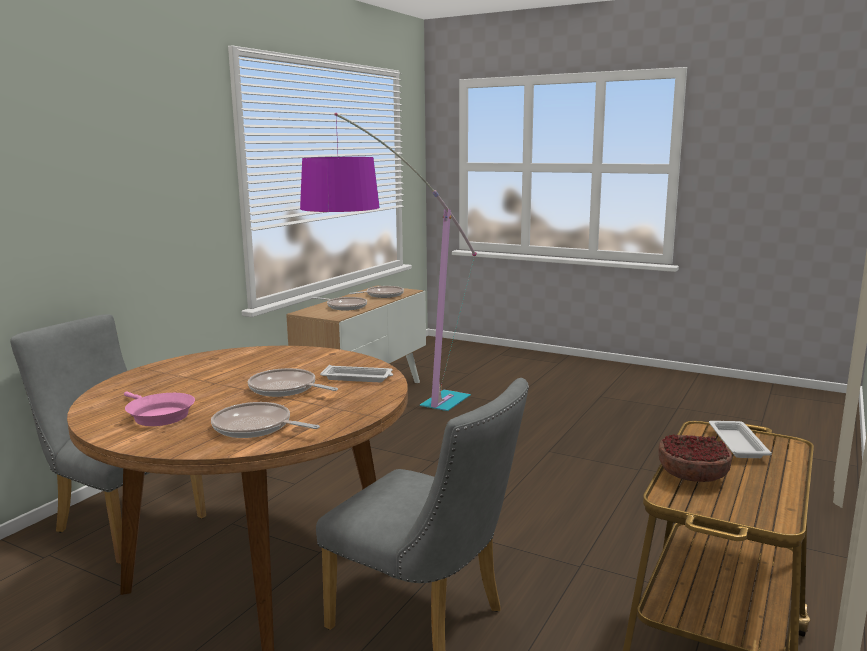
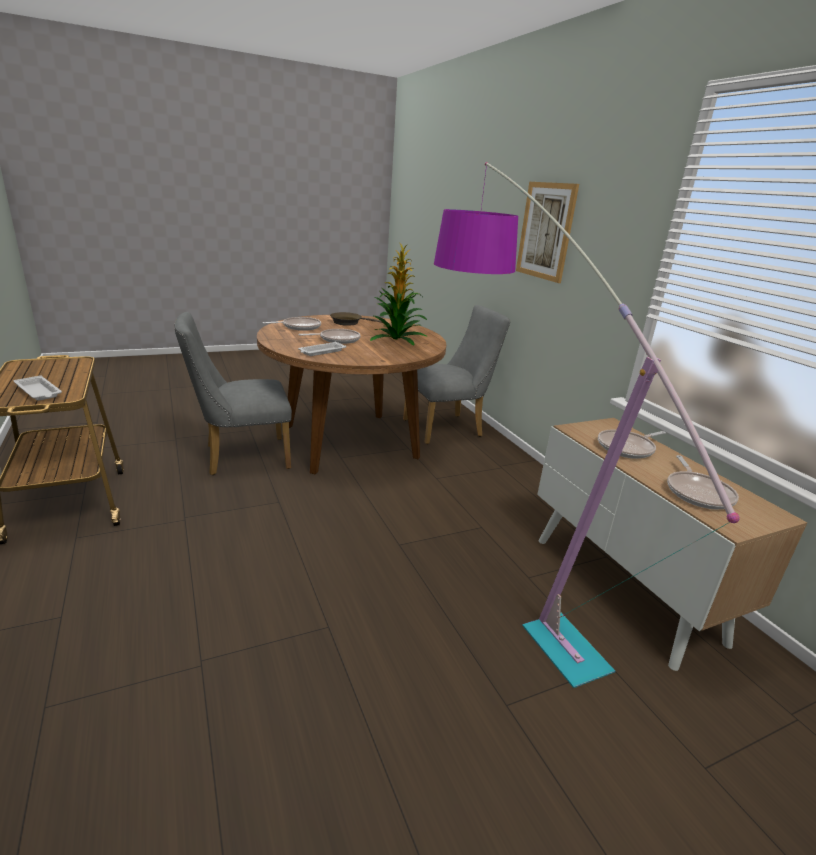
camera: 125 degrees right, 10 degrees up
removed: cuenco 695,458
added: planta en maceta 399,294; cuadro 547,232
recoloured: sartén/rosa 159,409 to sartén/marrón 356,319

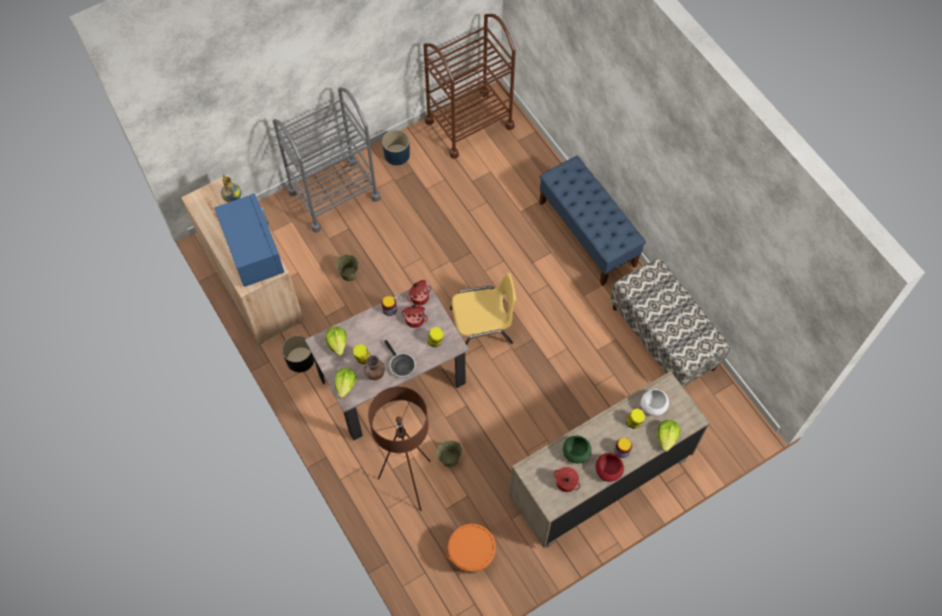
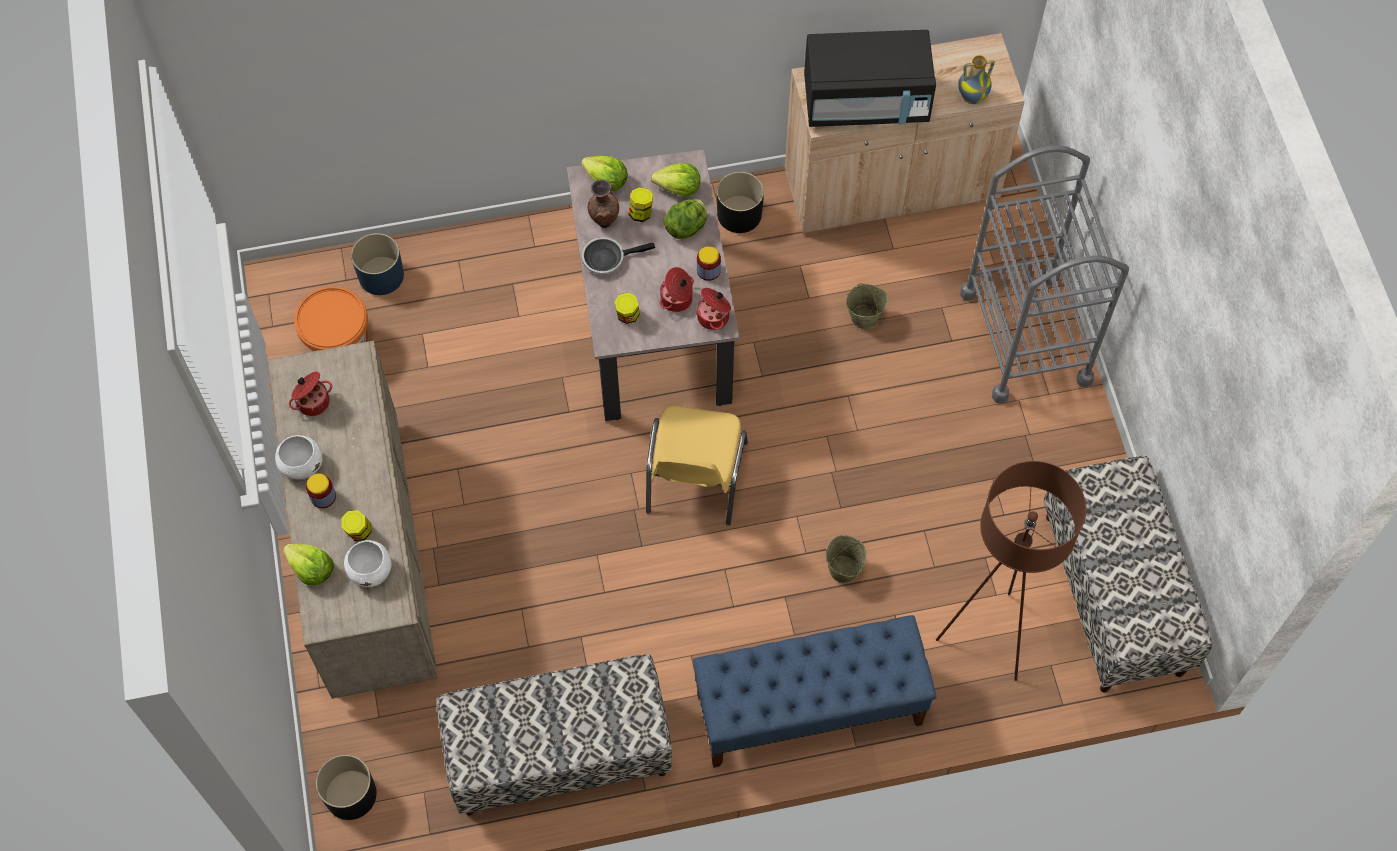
camera: 110 degrees right, 0 degrees up
removed: cuenco/verde 577,450
added: maceta/negro 346,787; lechuga 685,219
moved: maceta/azul 396,147 to 377,264; cubo/beis 449,453 to 846,559; lámpara de pie/marrón 399,448 to 1011,571
replaced: carrito/marrón 470,86 to banco 1127,574
recoloured: cuenco/rojo 610,467 to cuenco/blanco 299,457; microondas/azul 249,240 to microondas/negro 870,78

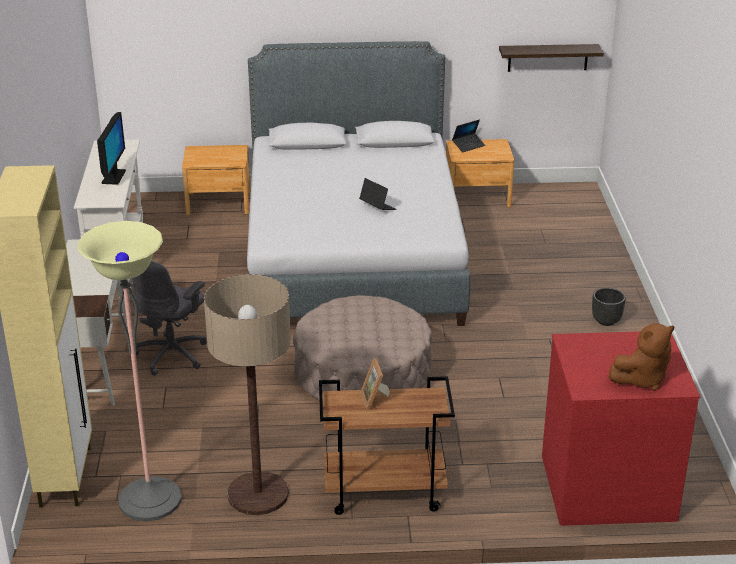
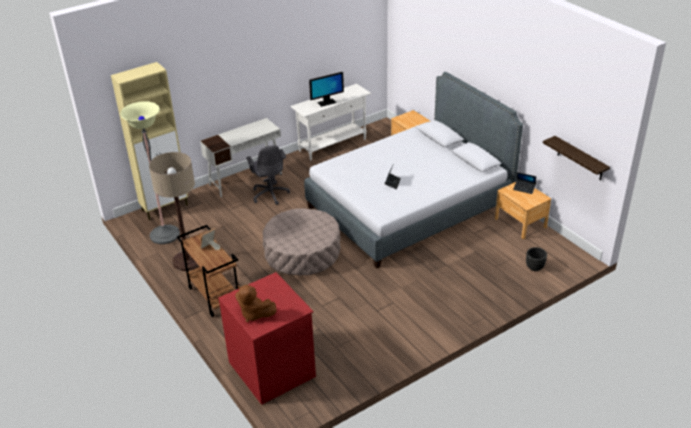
camera: 60 degrees right, 5 degrees up
moved: maceta/negro 609,307 to 536,259
turned: silla de oficina/gris 168,318 = 268,175 105 degrees counterclockwise

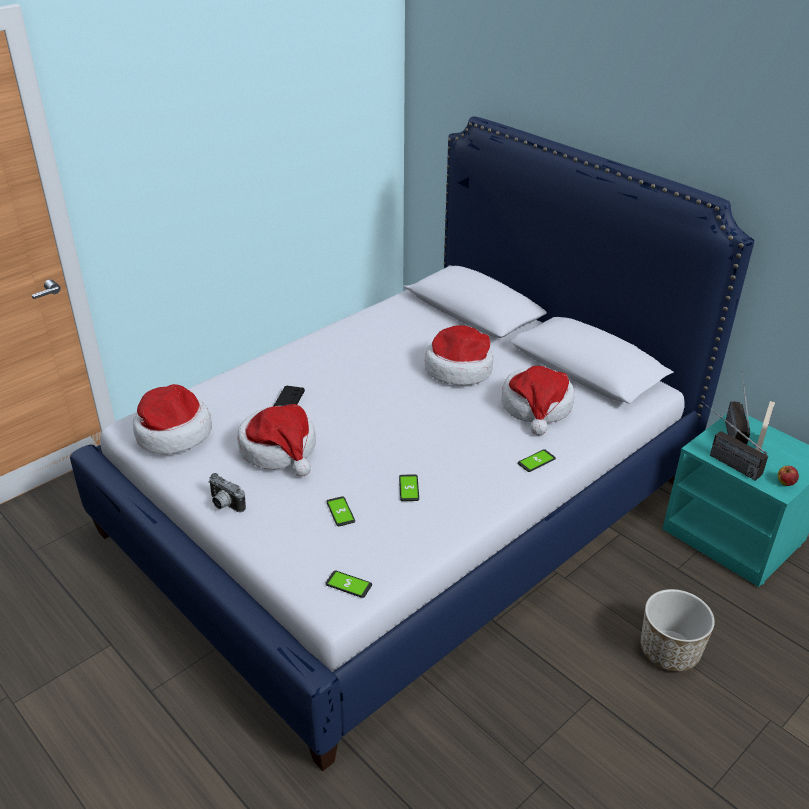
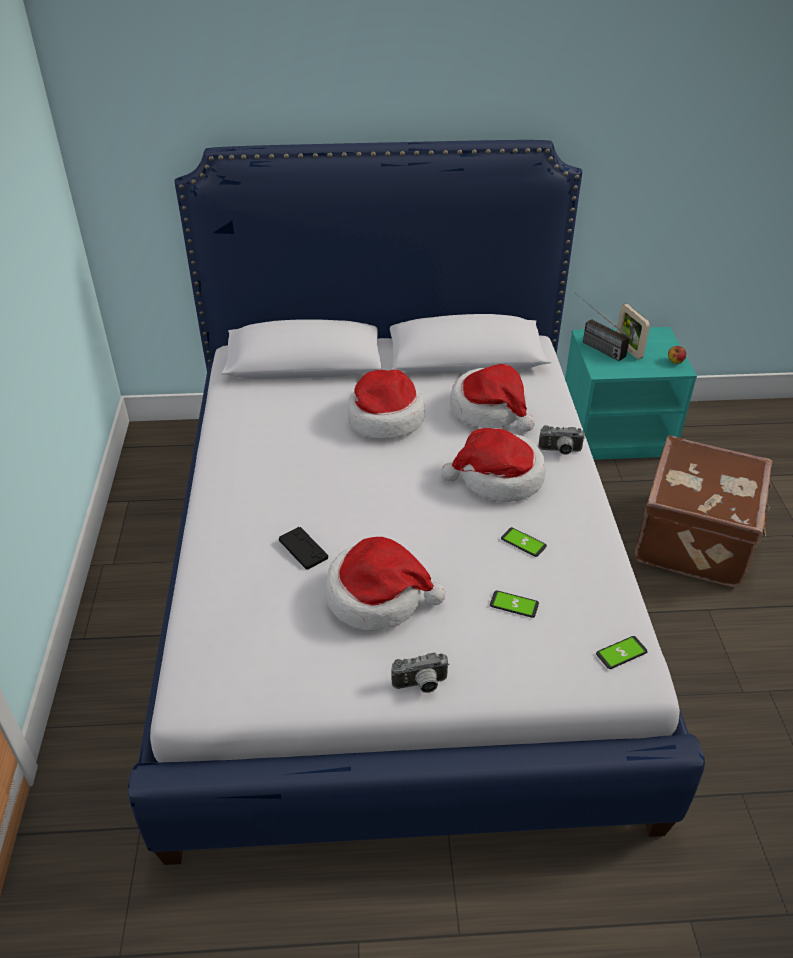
camera: 50 degrees left, 5 degrees up
removed: radio 734,441
moved: sombrero 172,419 to 493,465
replaced: móvil 537,460 to cámara 561,440; maceta 677,630 to maleta/marrón 704,511

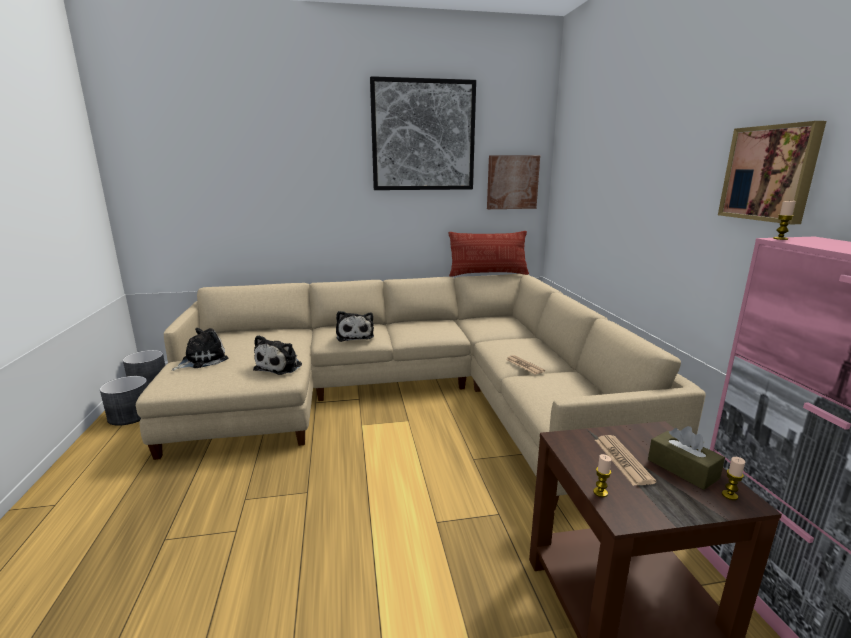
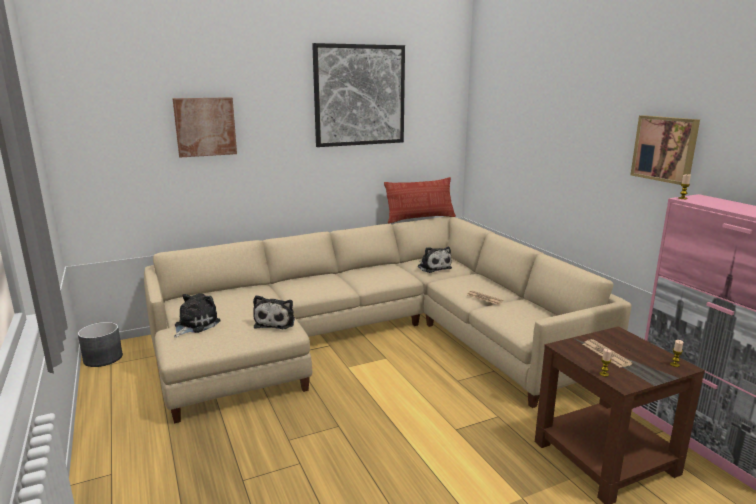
camera: 15 degrees left, 0 degrees up
removed: maceta/gris 124,401; caja de pañuelos/marrón 686,458
moved: cuadro 513,182 to 204,127; peluche 355,326 to 435,259

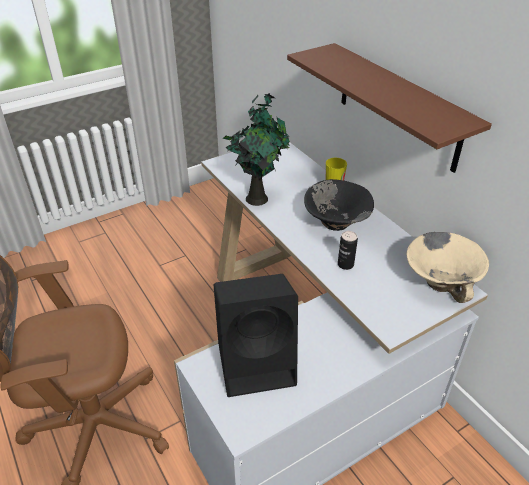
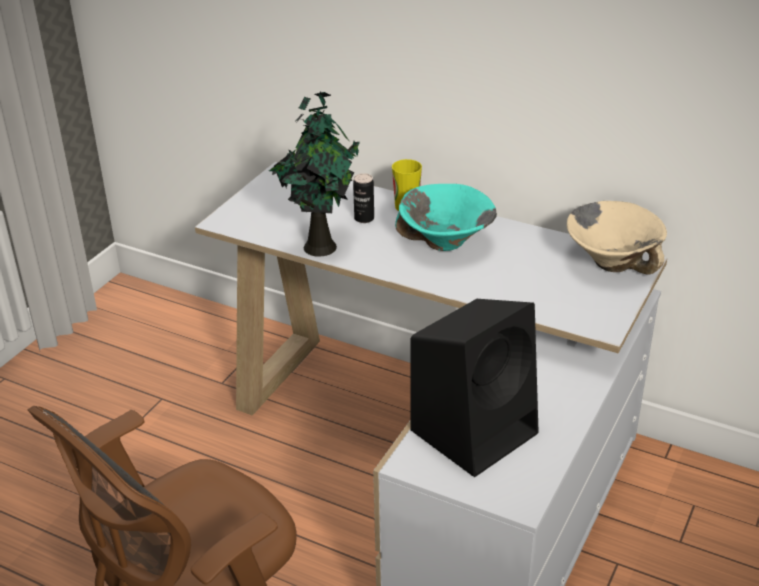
camera: 30 degrees left, 5 degrees down
removed: estante/marrón 389,108
moved: lata 348,250 to 363,198
recoloured: cuenco/negro 339,205 to cuenco/turquesa 446,217

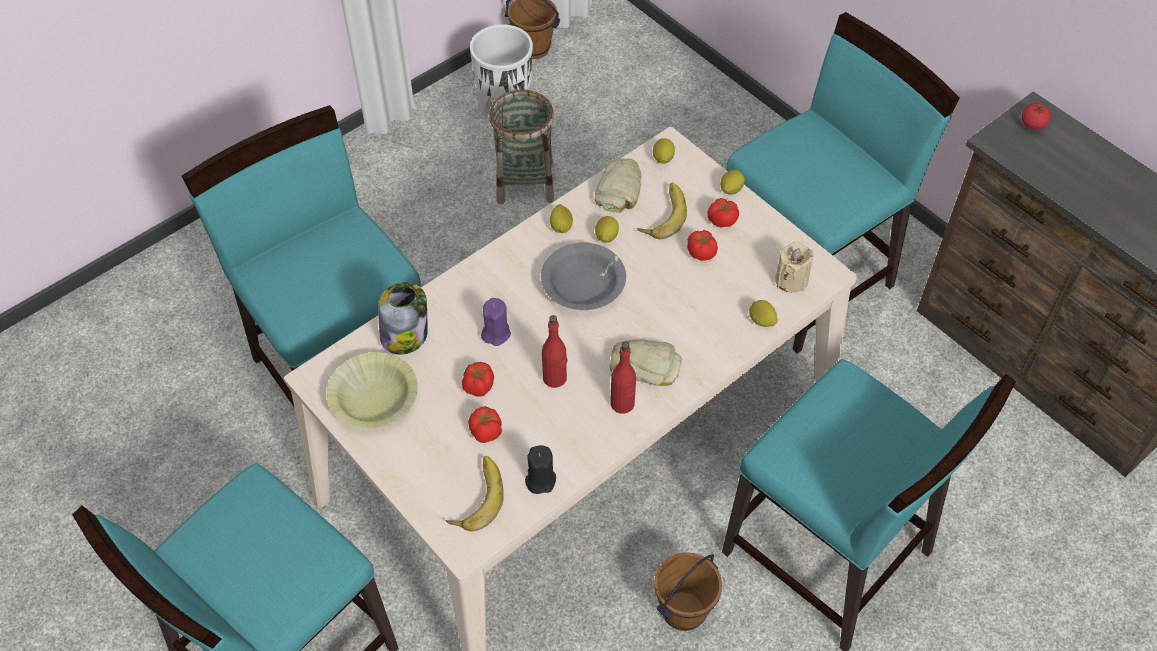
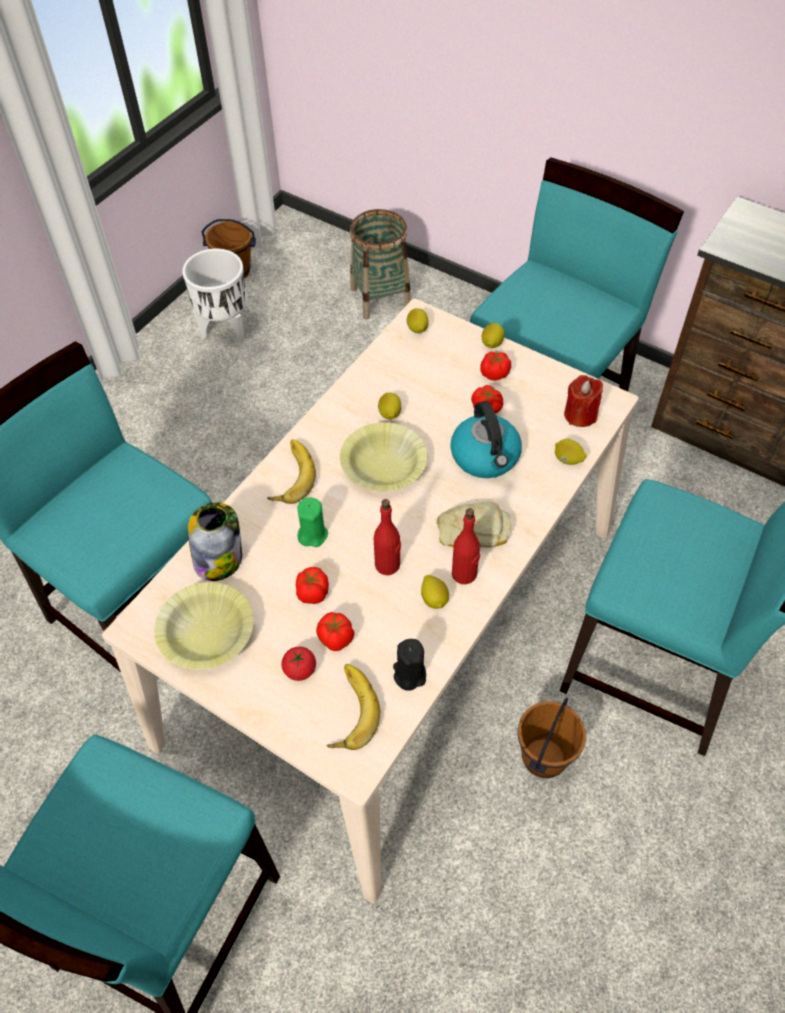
camera: 15 degrees left, 0 degrees up
removed: pan 618,185
added: hervidor 486,439
moved: plátano 662,210 to 291,471; tomate 1036,116 to 299,664; cesta 521,146 to 380,264; limón 561,218 to 435,592
recoloured: vela/morado 496,322 to vela/verde 313,522; cuenco/gris 583,276 to cuenco/amarillo 384,456; vela/beis 794,267 to vela/rojo 583,401

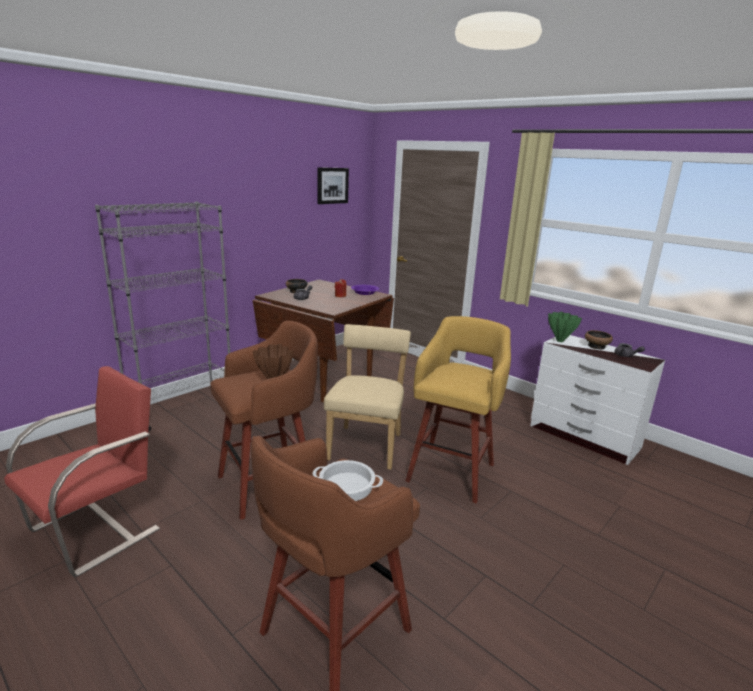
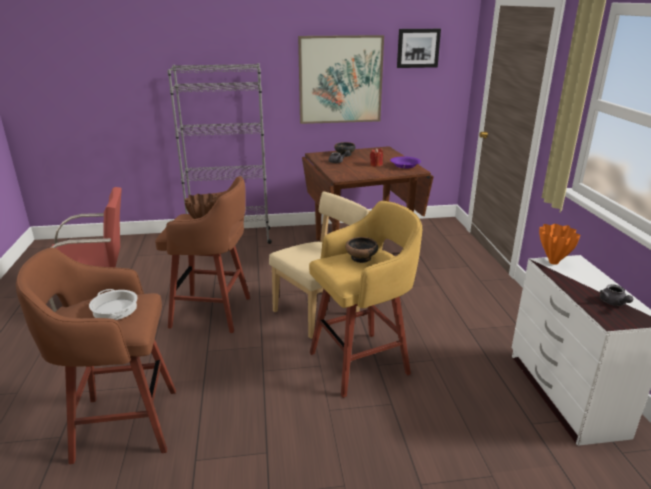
camera: 40 degrees right, 5 degrees up
added: cuadro 341,79
moved: cuenco 599,340 to 362,250
recoloured: florero/verde 565,327 to florero/naranja 559,244

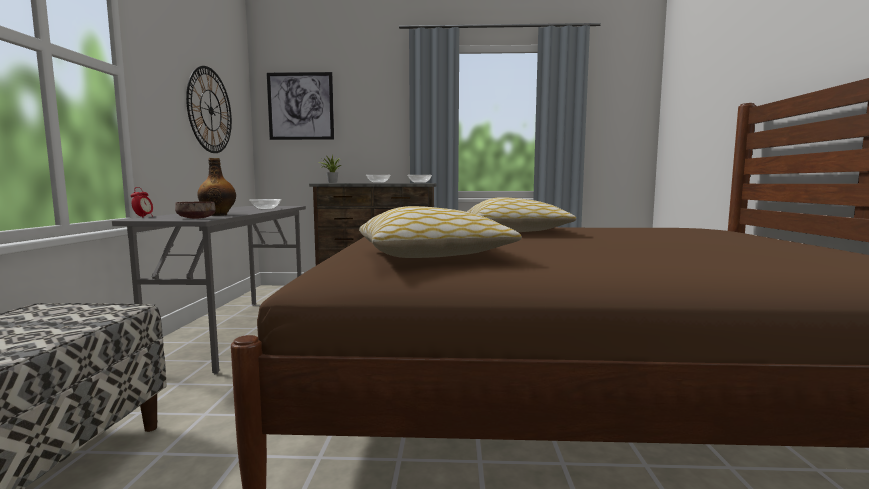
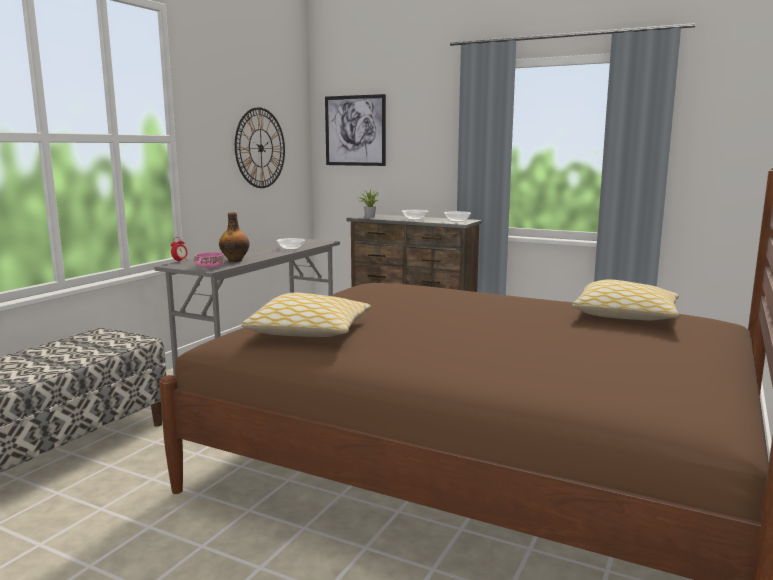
camera: 25 degrees right, 5 degrees up
moved: cojín 521,214 to 625,300
recoloured: cuenco/marrón 195,210 to cuenco/rosa 209,260

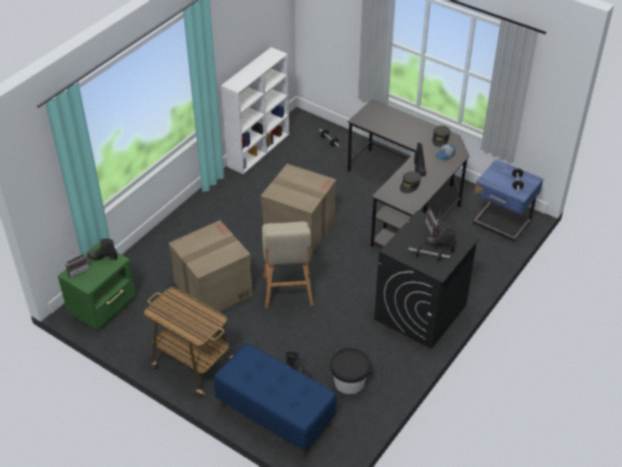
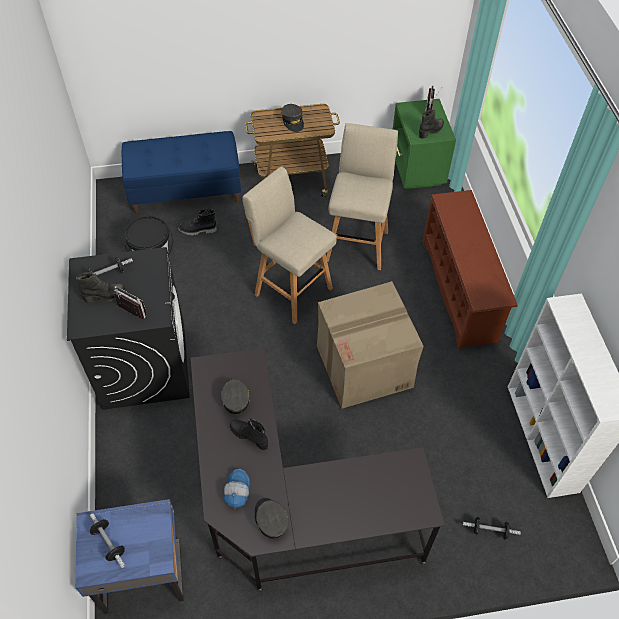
camera: 135 degrees right, 10 degrees up
added: gorra/gris 292,118; zapatero/marrón 470,270
replaced: caja de cartón 211,266 to taburete/beis 362,196

